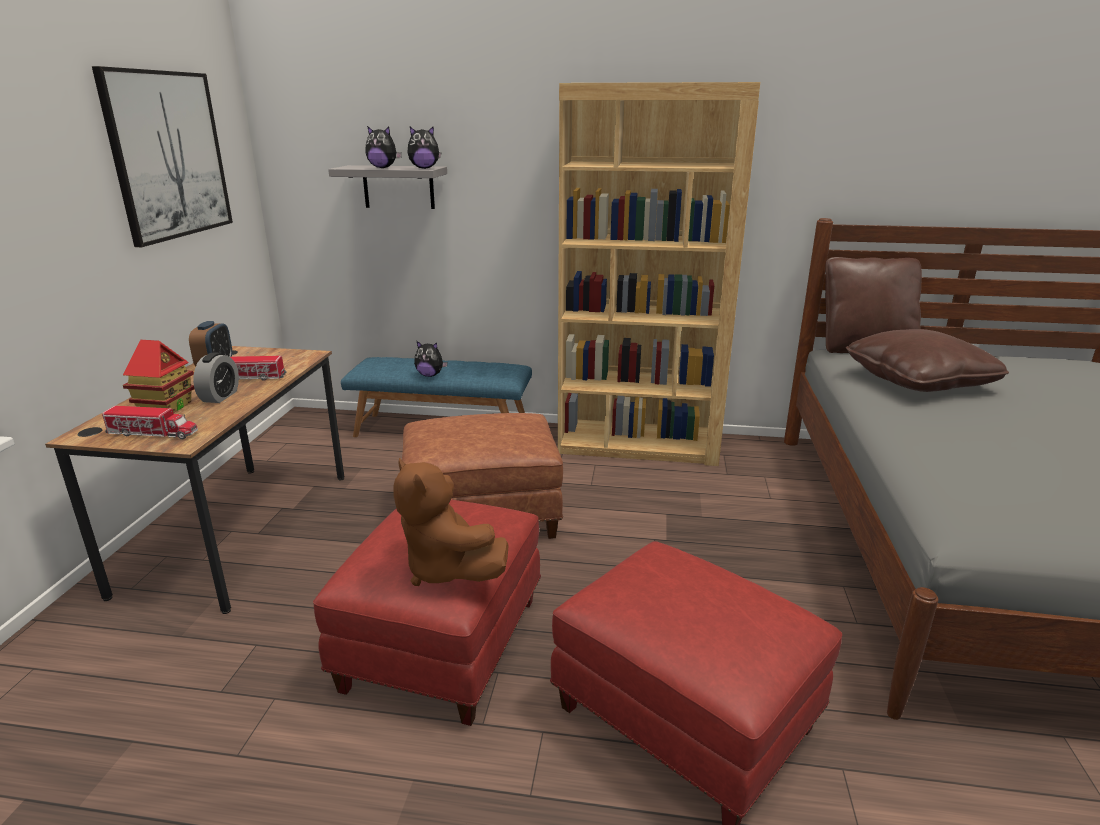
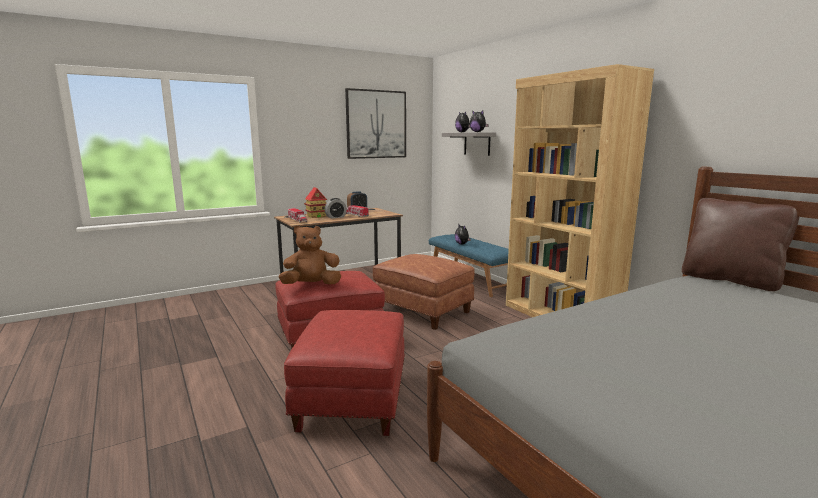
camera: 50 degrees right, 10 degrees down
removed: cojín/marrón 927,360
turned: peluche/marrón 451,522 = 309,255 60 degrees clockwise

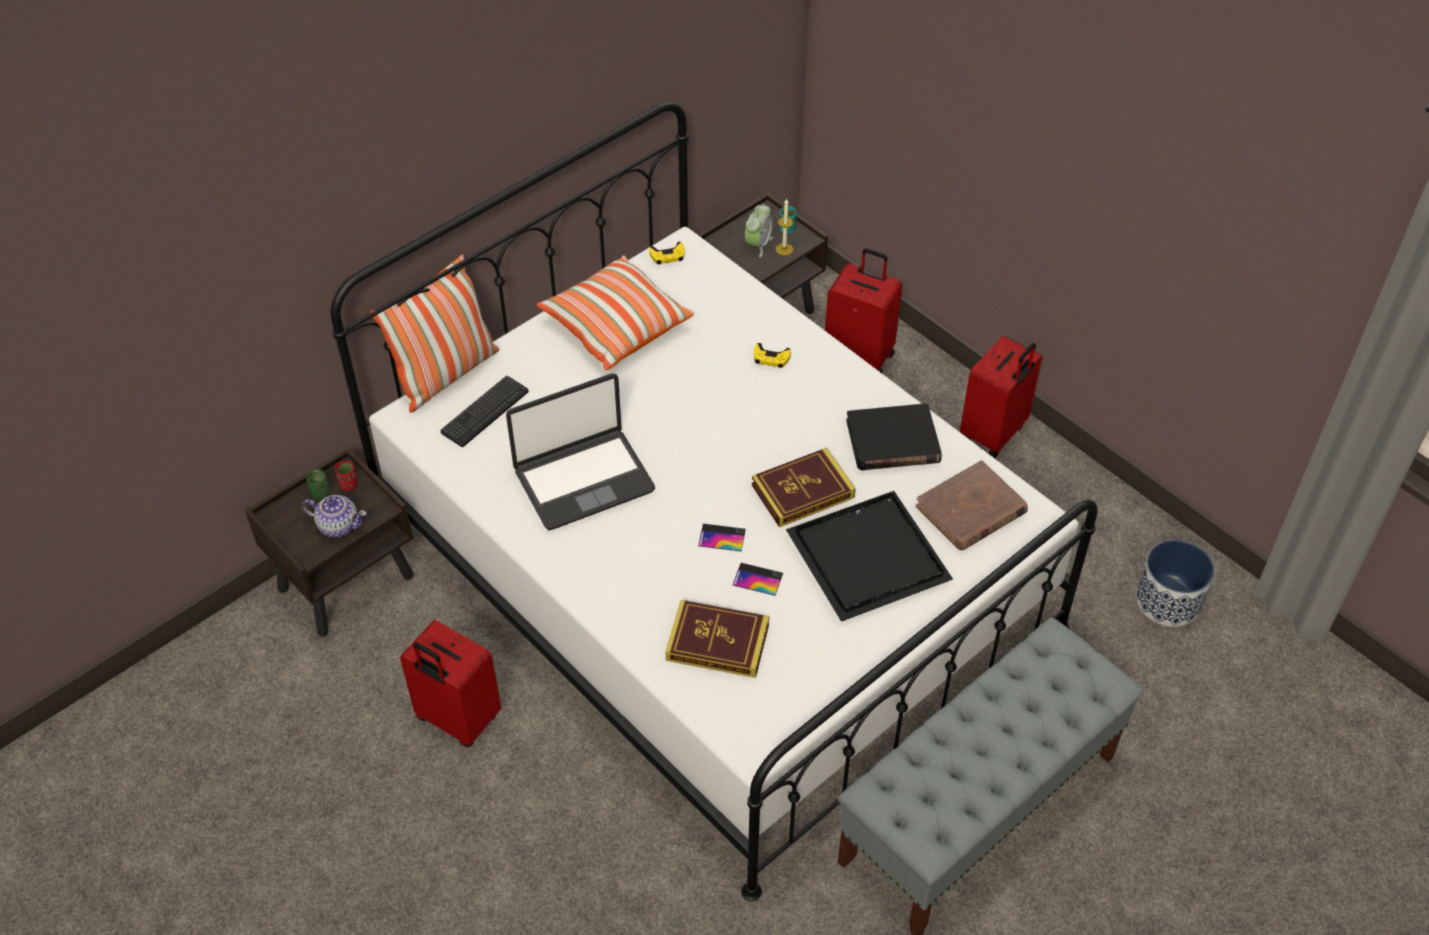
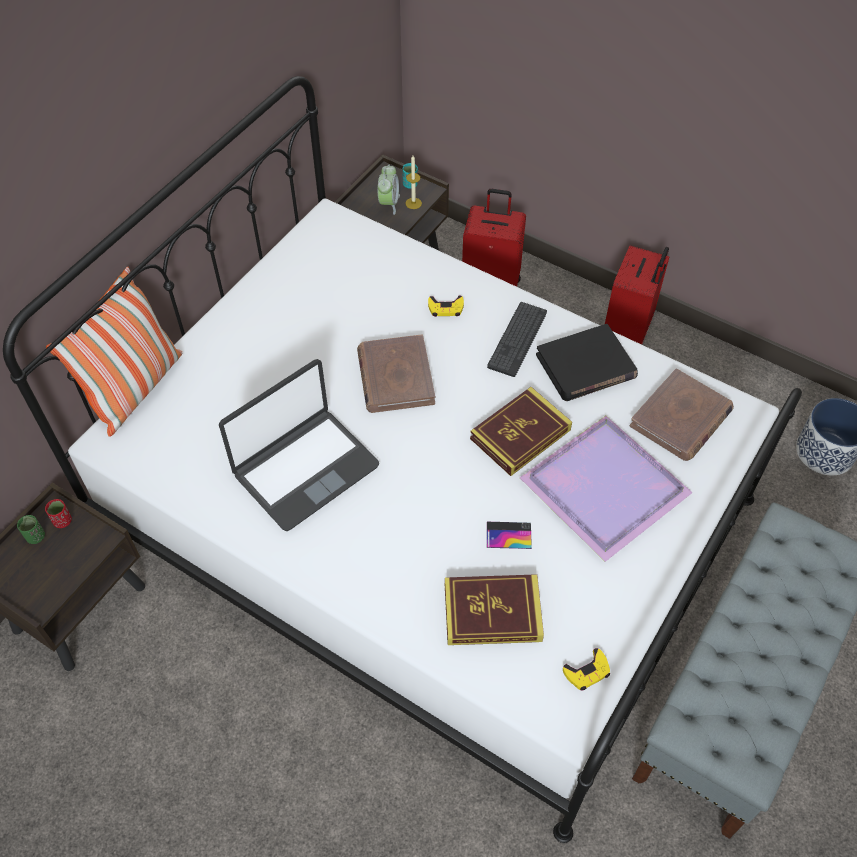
camera: 15 degrees left, 5 degrees up
removed: tetera 334,516; maleta/rojo 450,683; cojín 615,312; móvil 722,538
added: libro/marrón 396,373
moved: teclado 484,411 to 517,339; mando de consola/amarillo 666,253 to 586,669
recoloured: bandeja/negro 869,556 to bandeja/morado 606,489

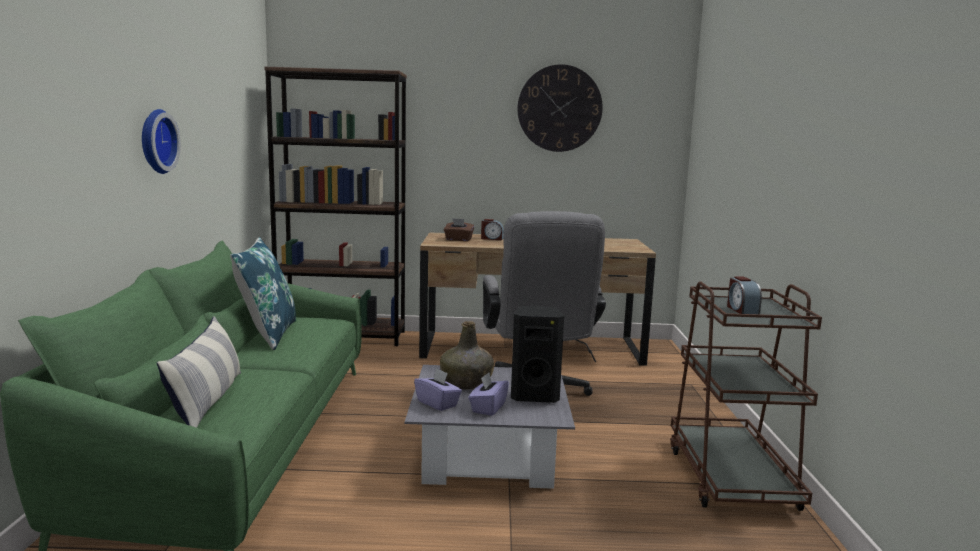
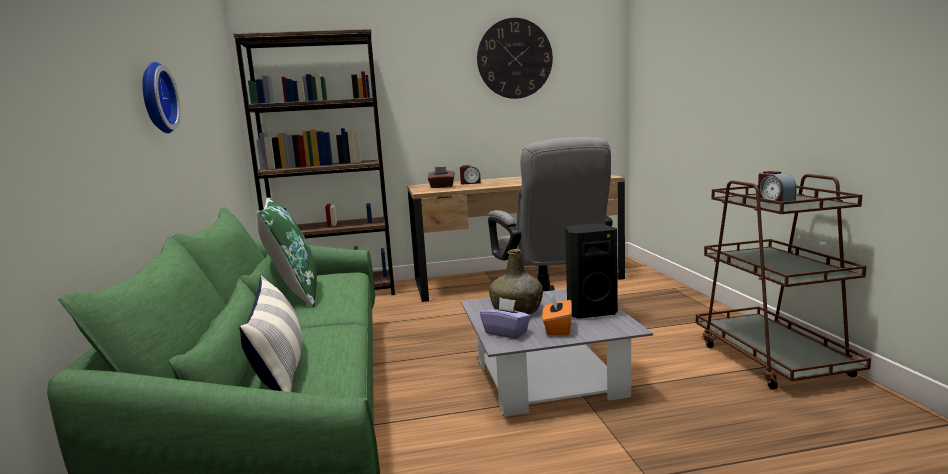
camera: 10 degrees left, 0 degrees up
recoloured: cojín/azul 263,293 to cojín/verde 287,252; caja de pañuelos/morado 489,394 to caja de pañuelos/naranja 557,314

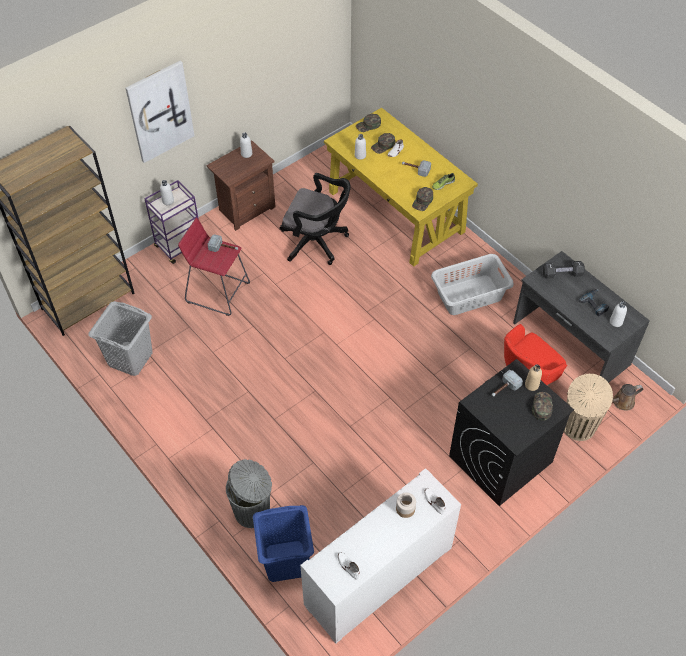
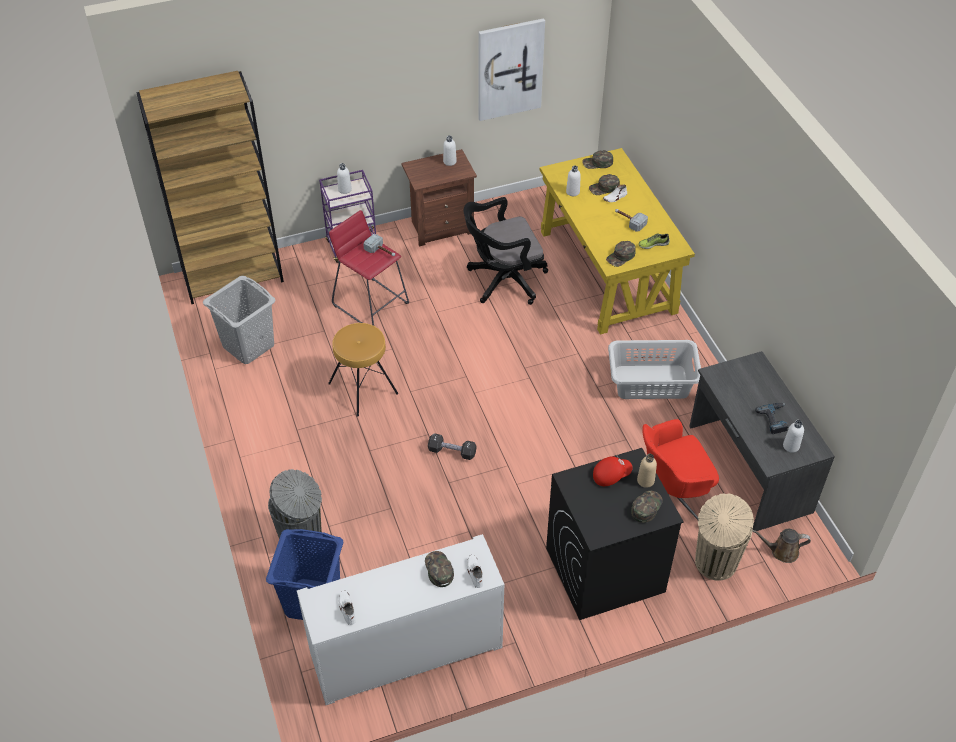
camera: 20 degrees right, 5 degrees down
added: taburete/marrón 363,370
moved: mancuerna/negro 563,270 to 452,446; cuadro 160,112 to 511,69
replaced: tarro 406,505 to gorra/verde 439,569; martillo 507,383 to gorra/rojo 613,471
turned: silla de oficina/negro 315,219 = 506,251 120 degrees clockwise

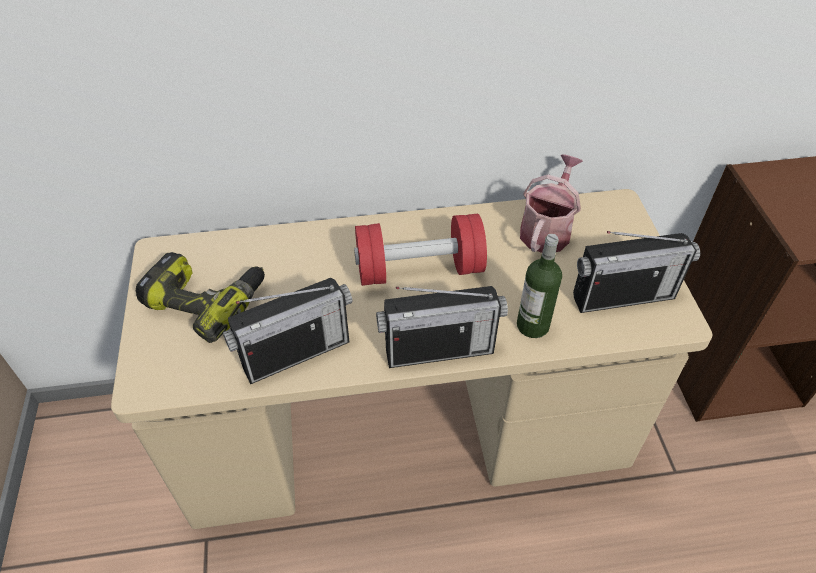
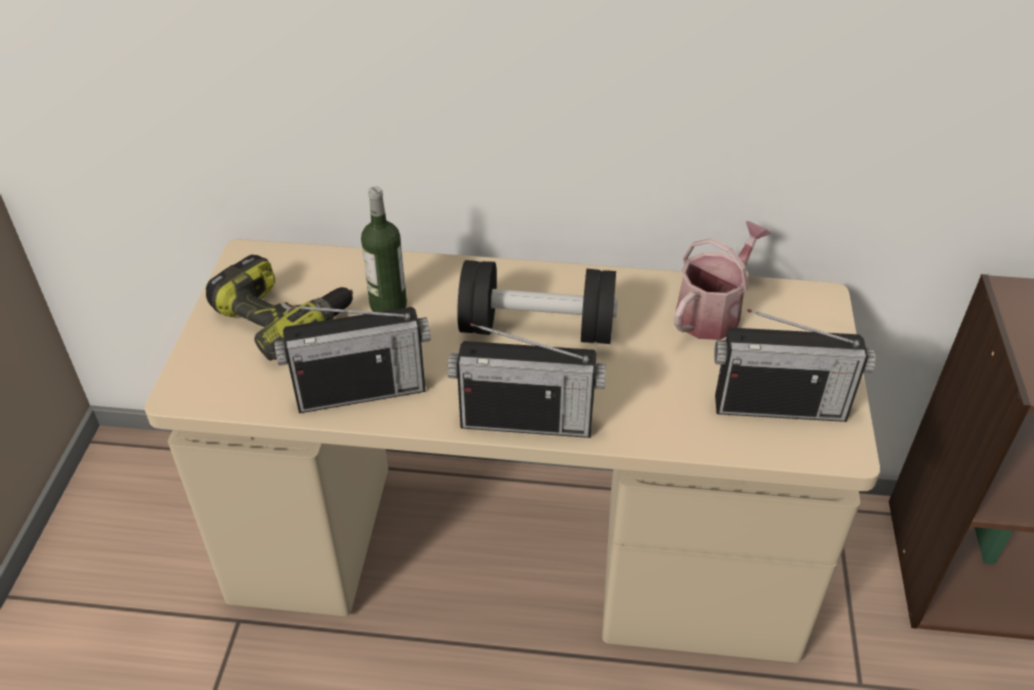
camera: 15 degrees right, 5 degrees down
moved: botella 539,286 to 384,249
recoloured: mancuerna/rojo 420,250 to mancuerna/negro 537,302

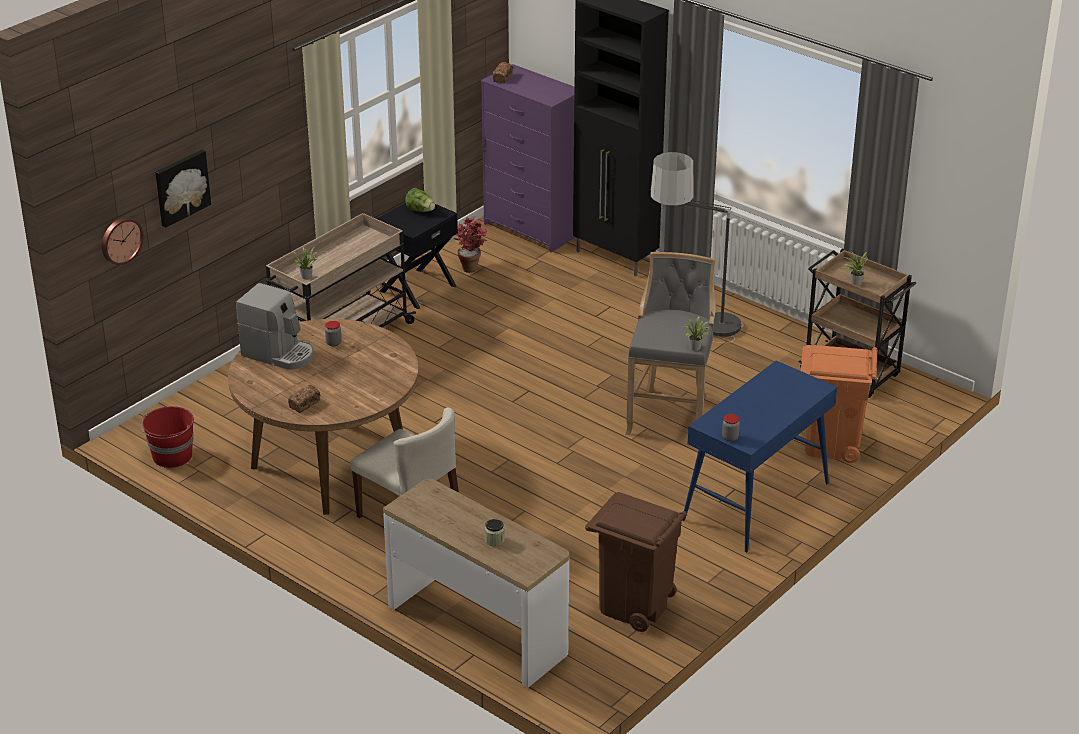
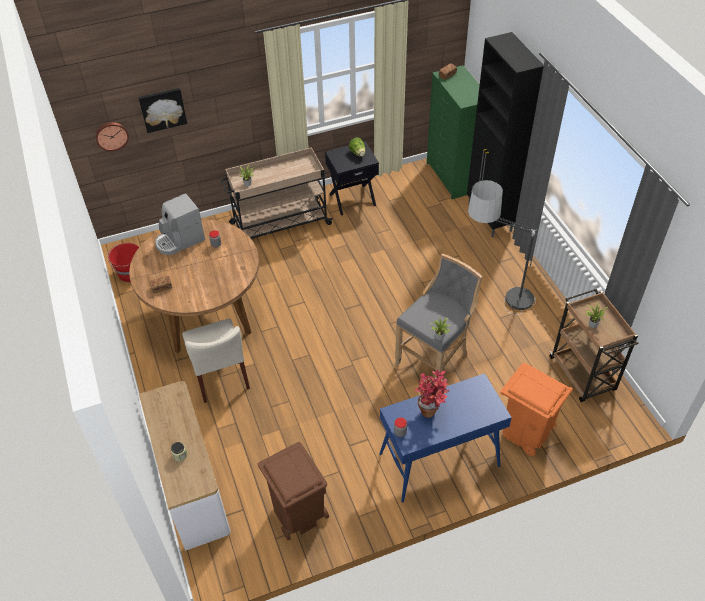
camera: 30 degrees right, 15 degrees up
moved: planta en maceta 470,244 to 431,394
recoloured: cómoda/morado 528,158 to cómoda/verde 453,132
turned: cafetera 275,326 = 180,224 90 degrees clockwise

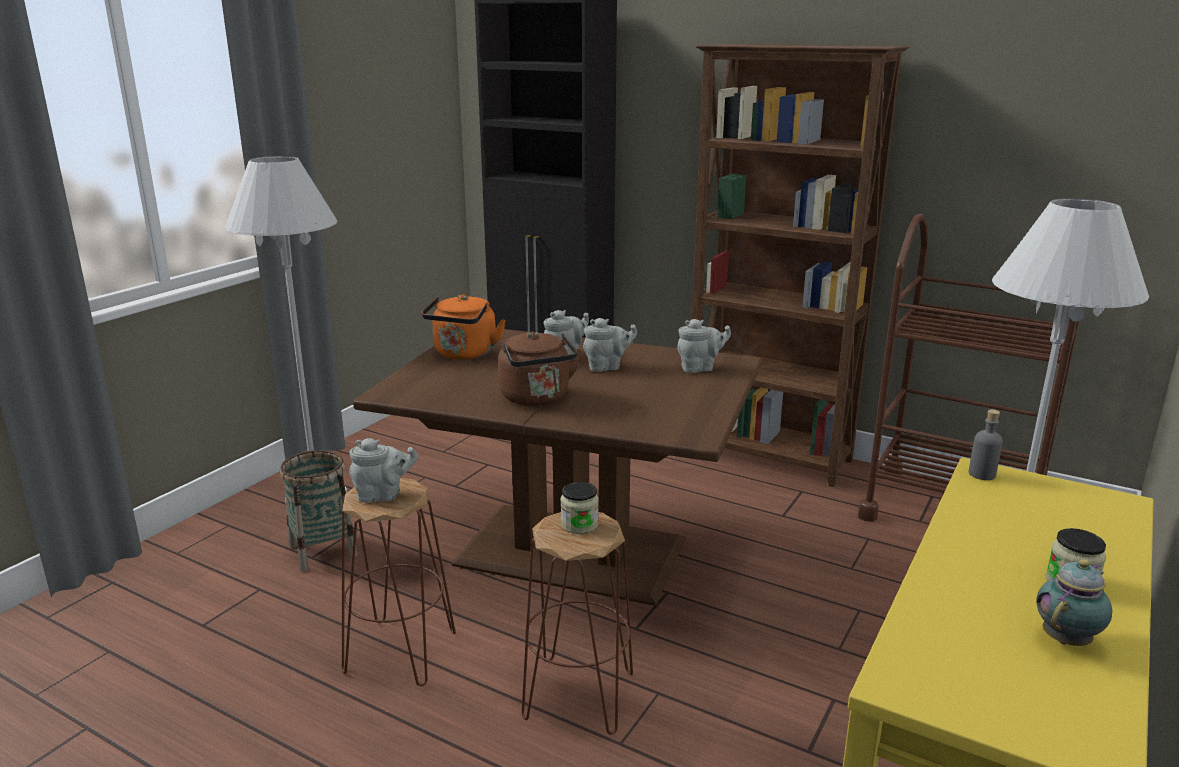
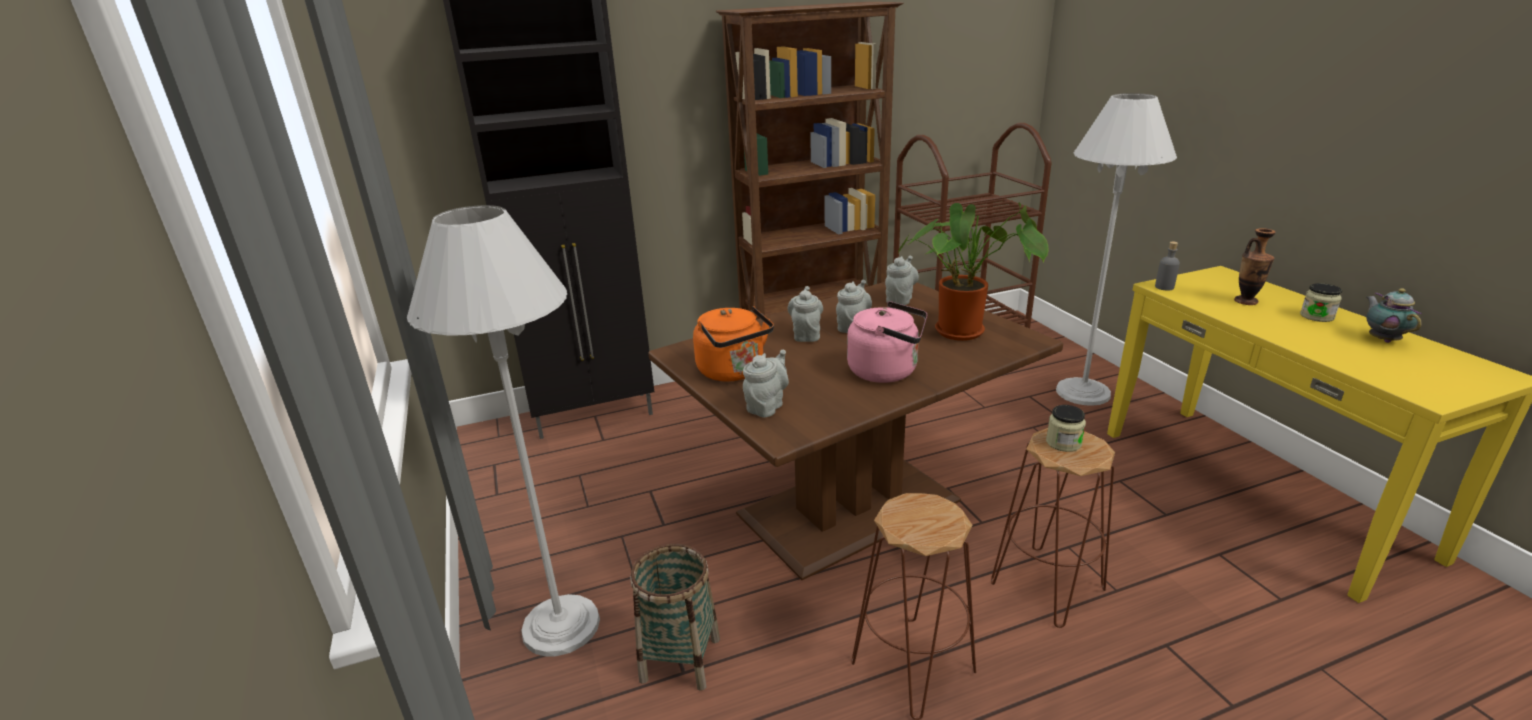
camera: 50 degrees left, 5 degrees up
added: planta en maceta 973,272; florero 1255,266
moved: tetera/gris 383,470 to 766,384
recoloured: hervidor/marrón 539,368 to hervidor/rosa 887,342

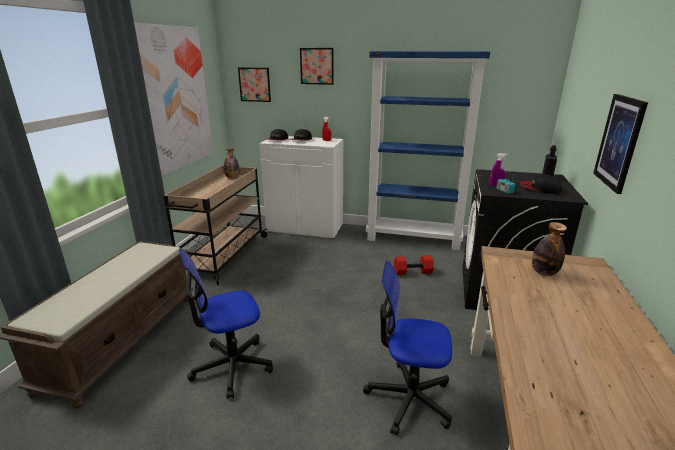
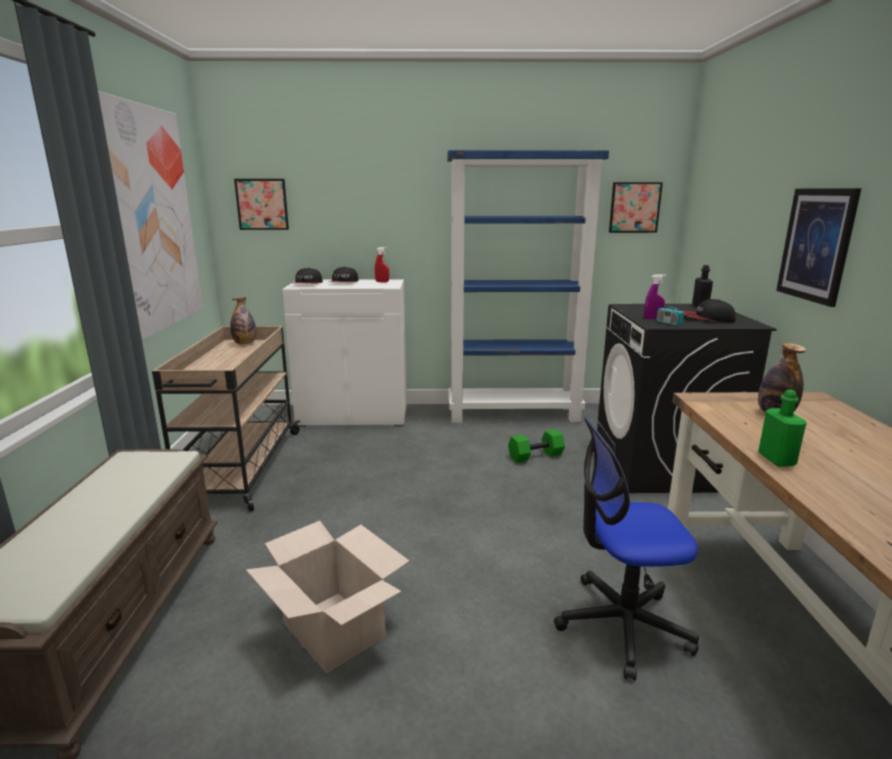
camera: 15 degrees left, 5 degrees down
added: botella/verde 782,428
moved: cuadro 317,66 to 636,207
replaced: silla de oficina 226,324 to caja de cartón 328,597
recoloured: mancuerna/rojo 414,265 to mancuerna/verde 536,446

